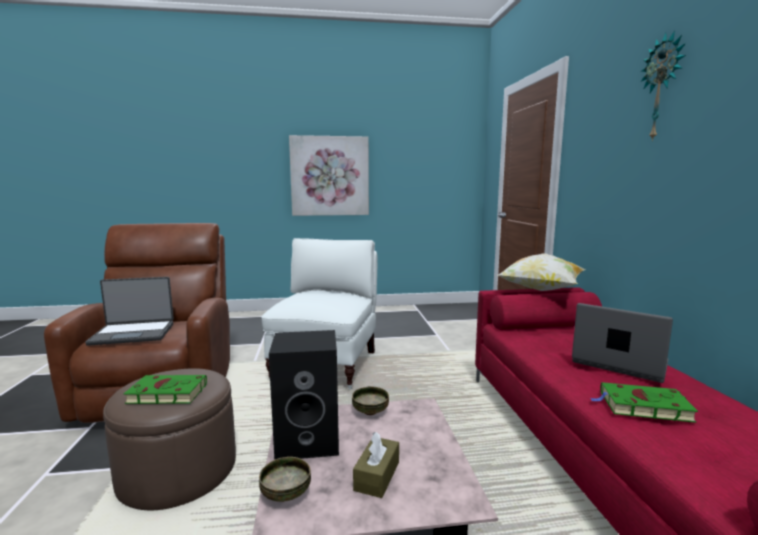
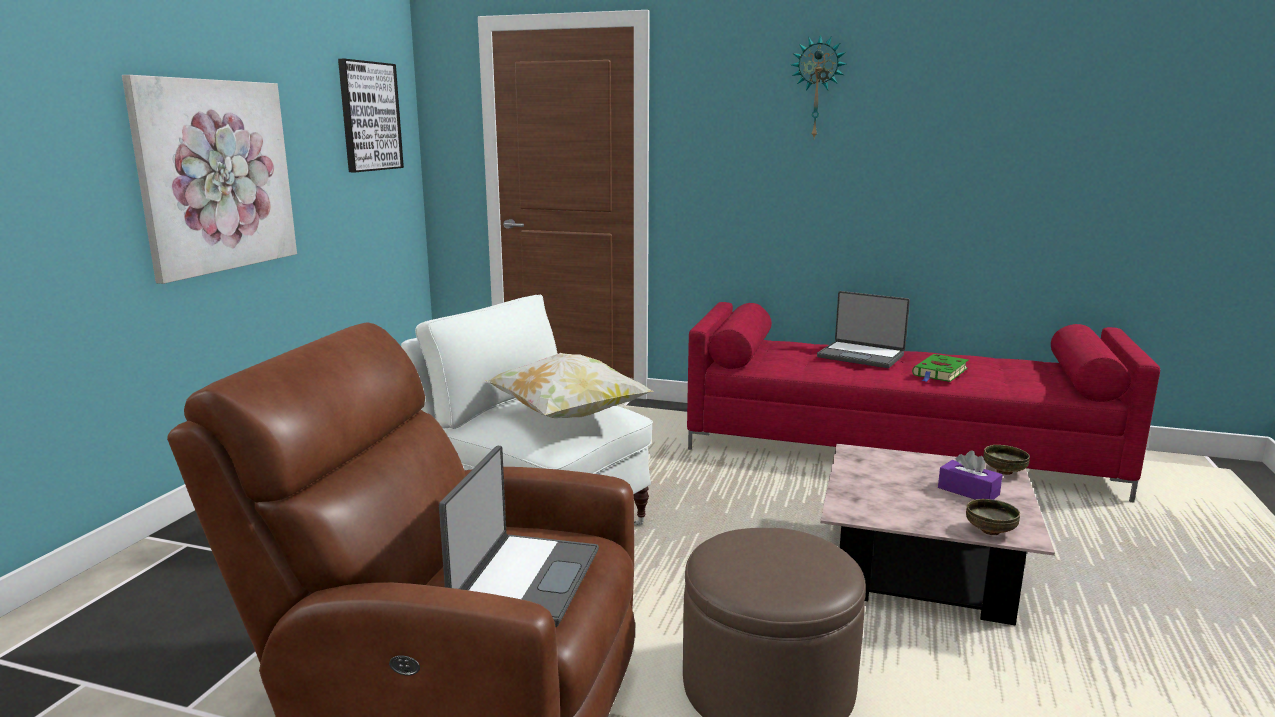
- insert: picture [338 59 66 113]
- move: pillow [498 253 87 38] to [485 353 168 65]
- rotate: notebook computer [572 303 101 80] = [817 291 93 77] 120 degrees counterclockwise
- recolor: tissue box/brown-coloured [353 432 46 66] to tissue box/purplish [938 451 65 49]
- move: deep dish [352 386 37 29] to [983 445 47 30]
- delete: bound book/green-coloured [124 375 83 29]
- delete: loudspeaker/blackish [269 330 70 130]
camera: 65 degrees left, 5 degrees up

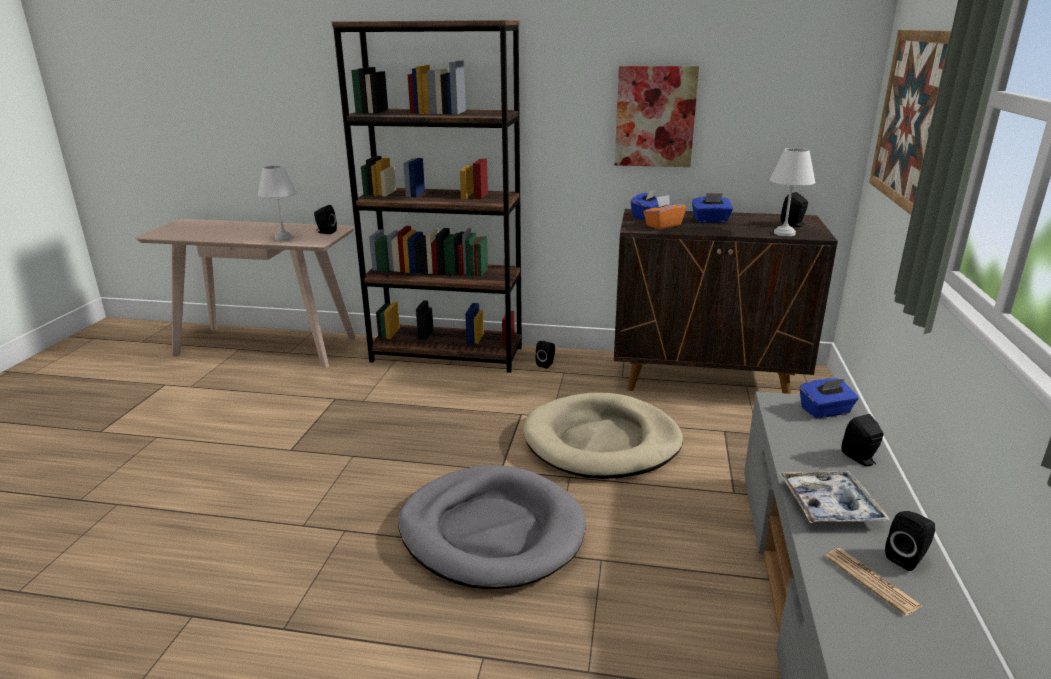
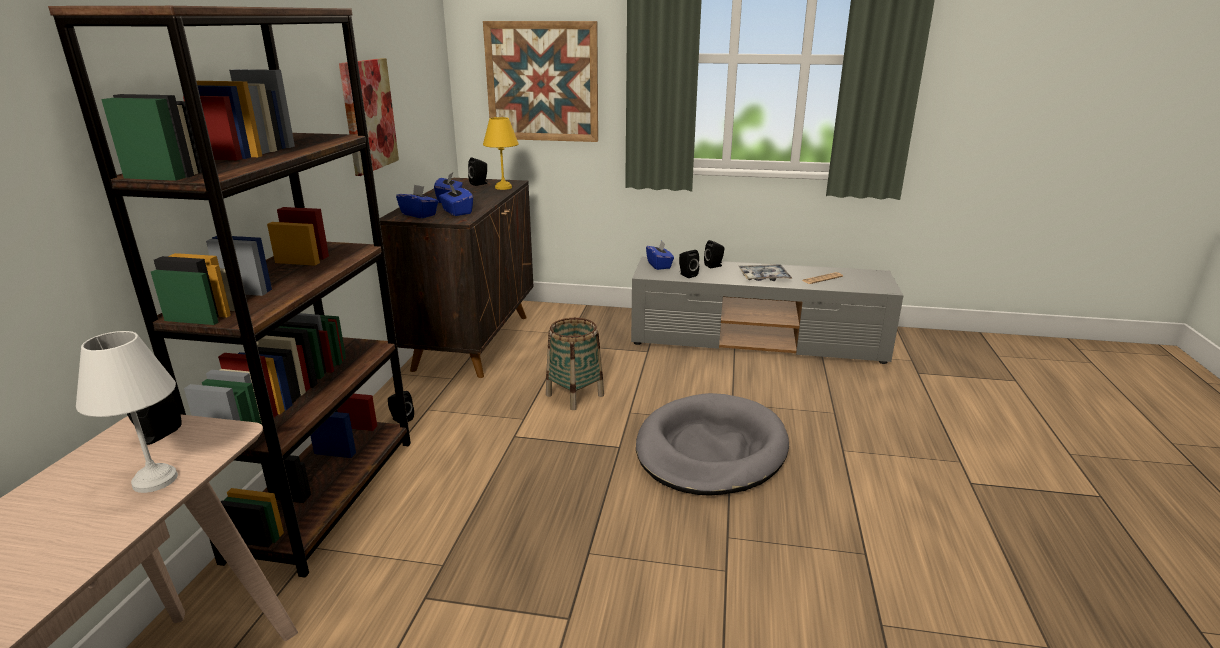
- recolor: tissue box/orange-coloured [643 195 43 34] to tissue box/bluish [439 184 34 32]
- recolor: table lamp/white [770 148 45 88] to table lamp/yellowish [483 117 36 73]
- replace: dog cushion/beige [523 393 160 86] to storage basket [546 318 58 92]
- move: loudspeaker/blackish [885 511 50 60] to [679 250 20 28]
camera: 90 degrees left, 0 degrees up

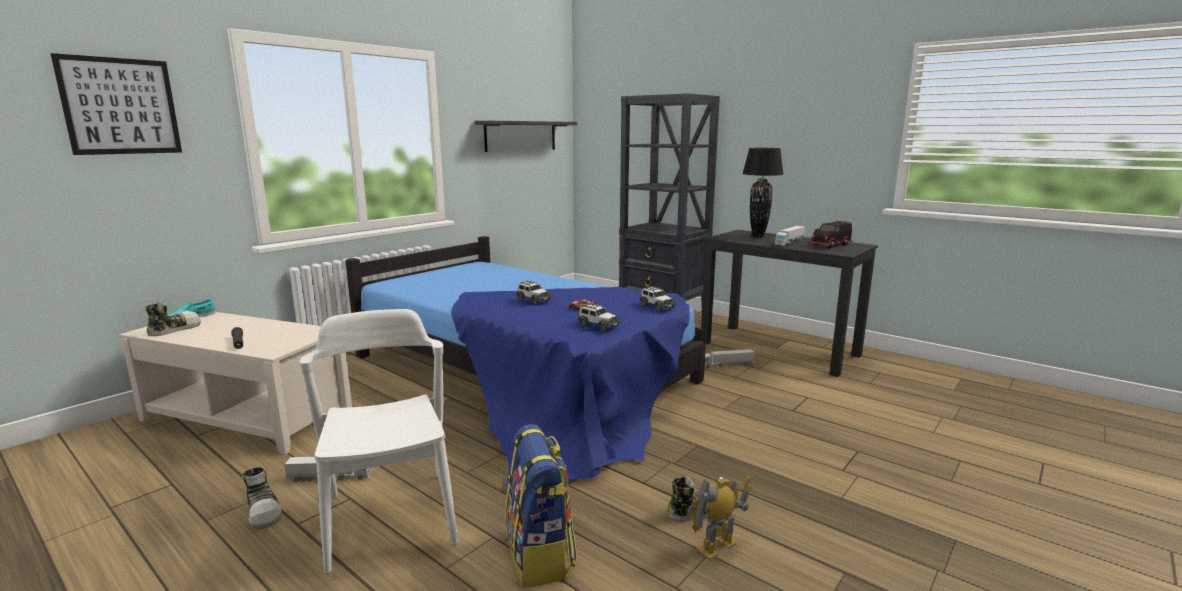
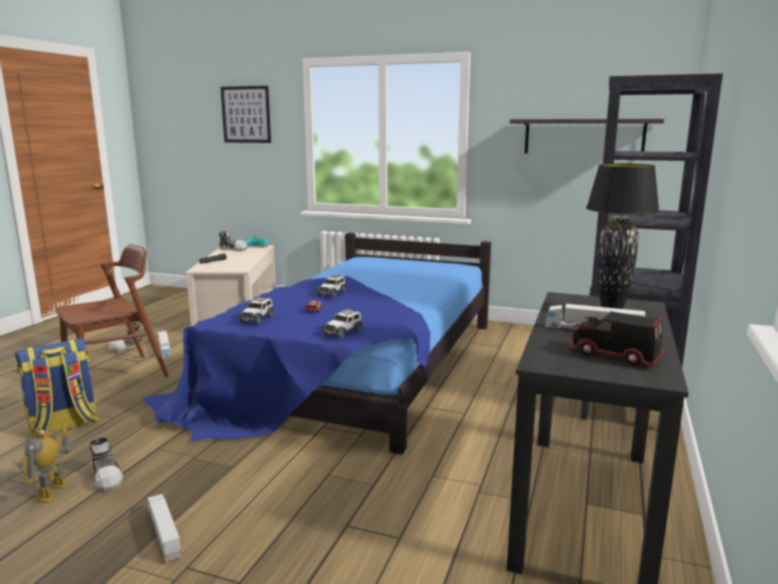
- rotate: toy robot [688 475 64 85] = [18 424 53 79] 120 degrees counterclockwise
- recolor: chair/white [300 309 158 265] to chair/brown-coloured [55 244 113 133]
- move: toy lorry [704 349 51 19] to [147 494 35 68]
camera: 70 degrees right, 0 degrees up

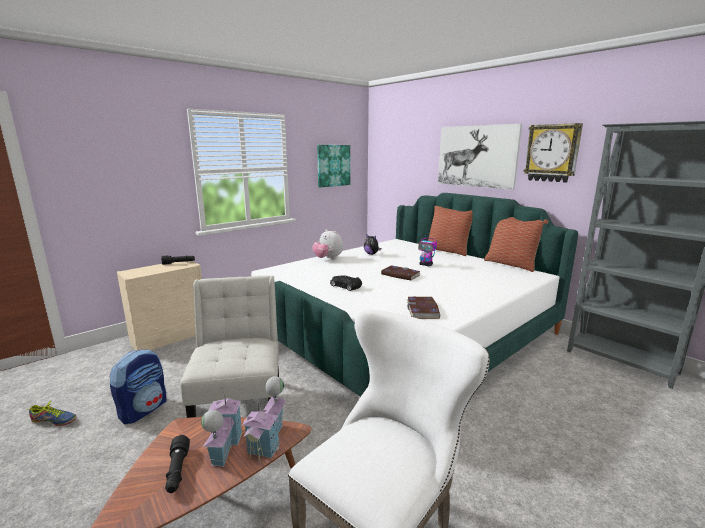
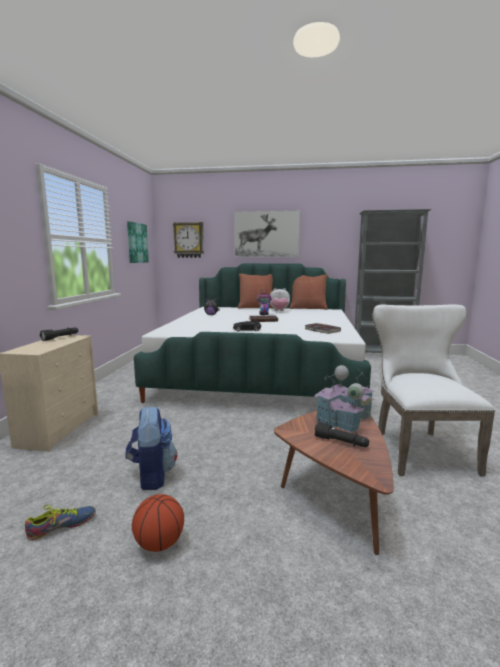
- insert: ball for basketball [132 494 52 58]
- move: hanging clock [523 123 60 60] to [173 222 31 36]
- move: cuddly toy [313 229 30 30] to [270 288 20 23]
- delete: chair/white [180 275 99 143]
camera: 40 degrees left, 5 degrees down

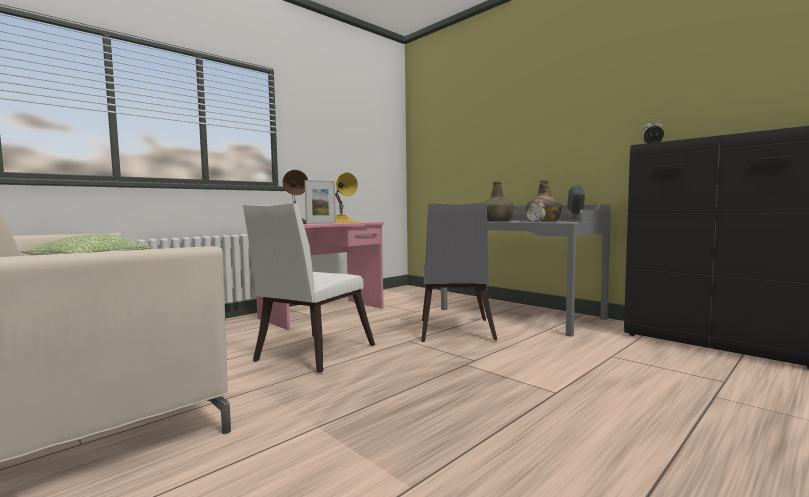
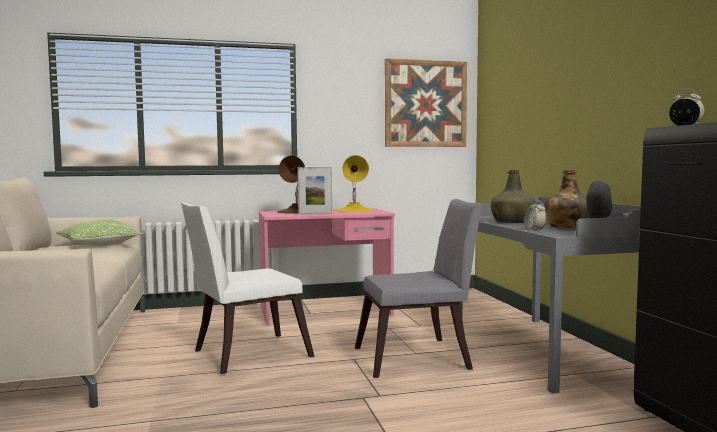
- rotate: chair/greyish [421 202 76 140] = [355 199 127 179] 135 degrees counterclockwise
- insert: picture [385 58 82 89]
camera: 30 degrees right, 0 degrees up

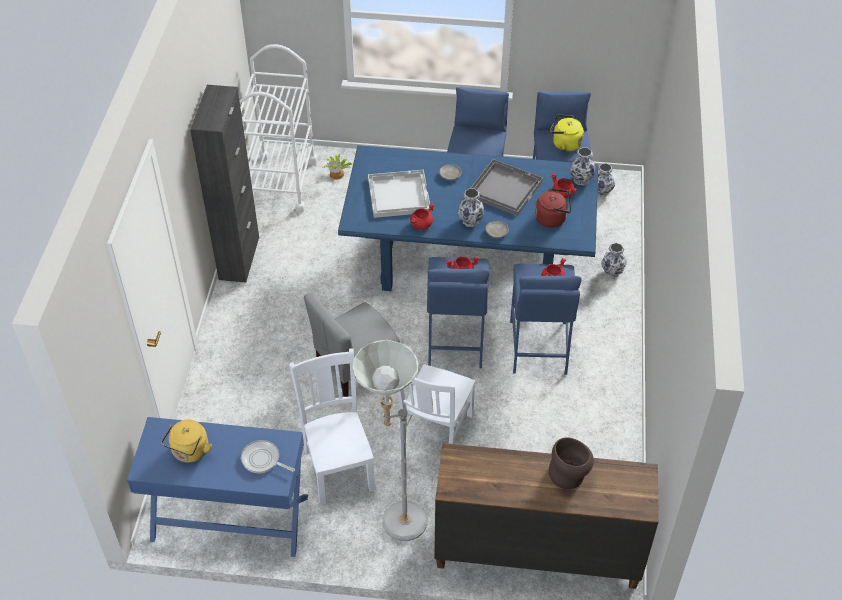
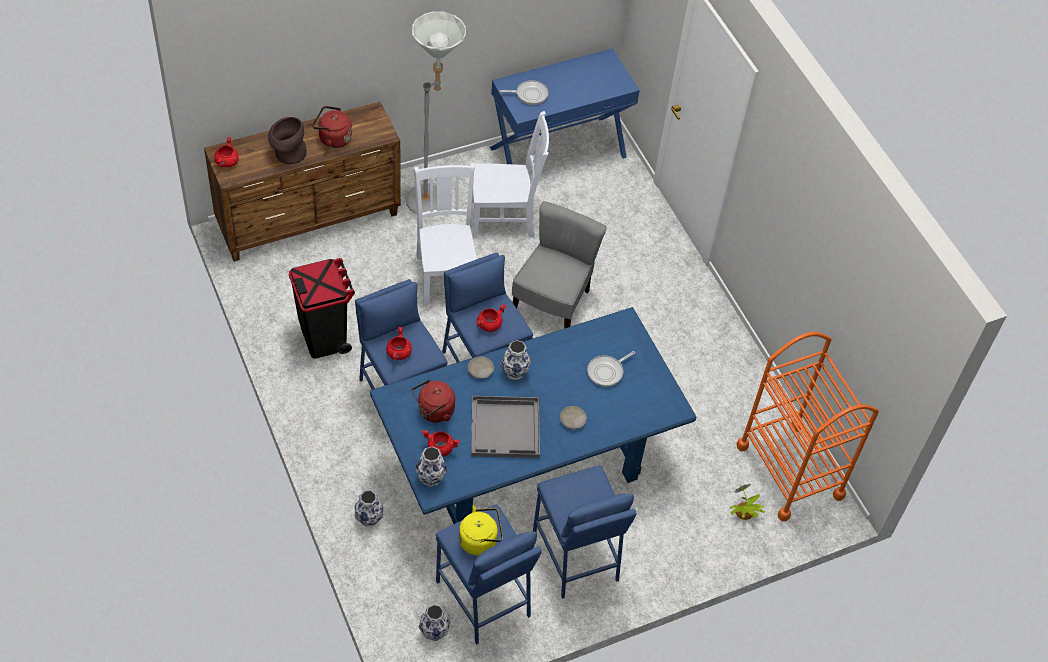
- move: stockpot/red-coloured [410 203 25 27] to [214 137 25 30]
- insert: waste bin/blackish [289 258 66 101]
- insert: kettle/red-coloured [312 106 40 42]
- rotate: chair/white [289 349 86 156] = [472 111 77 127] 45 degrees counterclockwise
- replace: tray/white [368 170 62 48] to frying pan [587 351 48 36]
- recolor: cart/white [239 44 79 169] to cart/orange-coloured [736 332 143 189]
- delete: kettle/yellowish [161 419 51 44]
- delete: storage cabinet/blackish [190 85 69 197]
camera: 145 degrees right, 5 degrees up

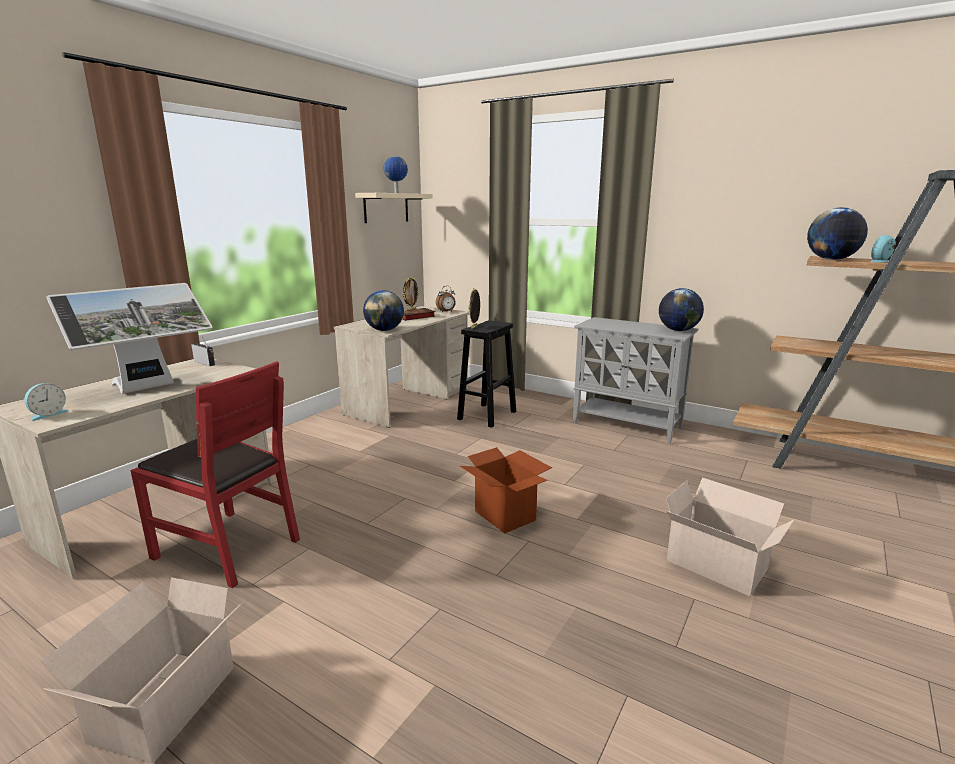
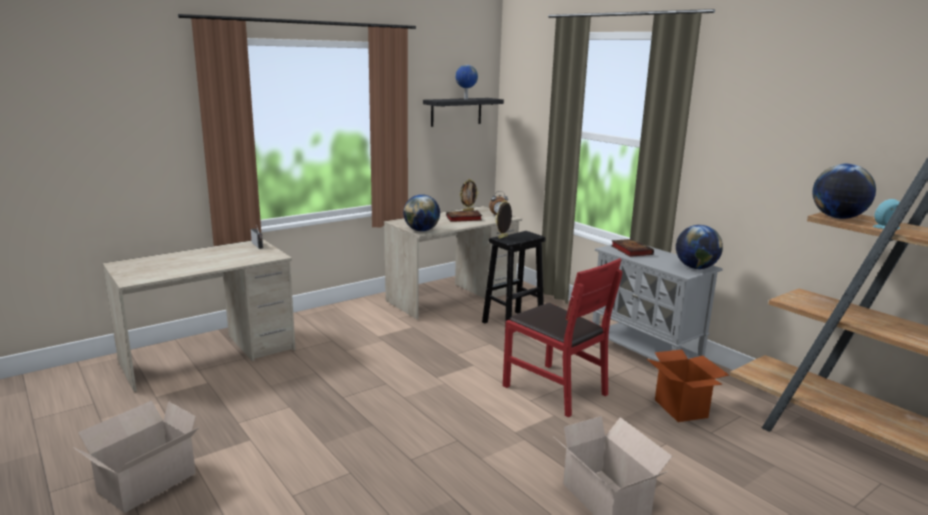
- recolor: wall shelf/beige [355 193 78 30] to wall shelf/blackish [423 98 81 29]
- move: chair/red-coloured [131 361 169 227] to [503 258 119 159]
- insert: bound book [611 239 43 18]
- move: carton [460 447 92 86] to [647 350 82 72]
- delete: alarm clock [24 383 45 38]
- delete: computer screen [46 283 167 111]
camera: 20 degrees right, 0 degrees up

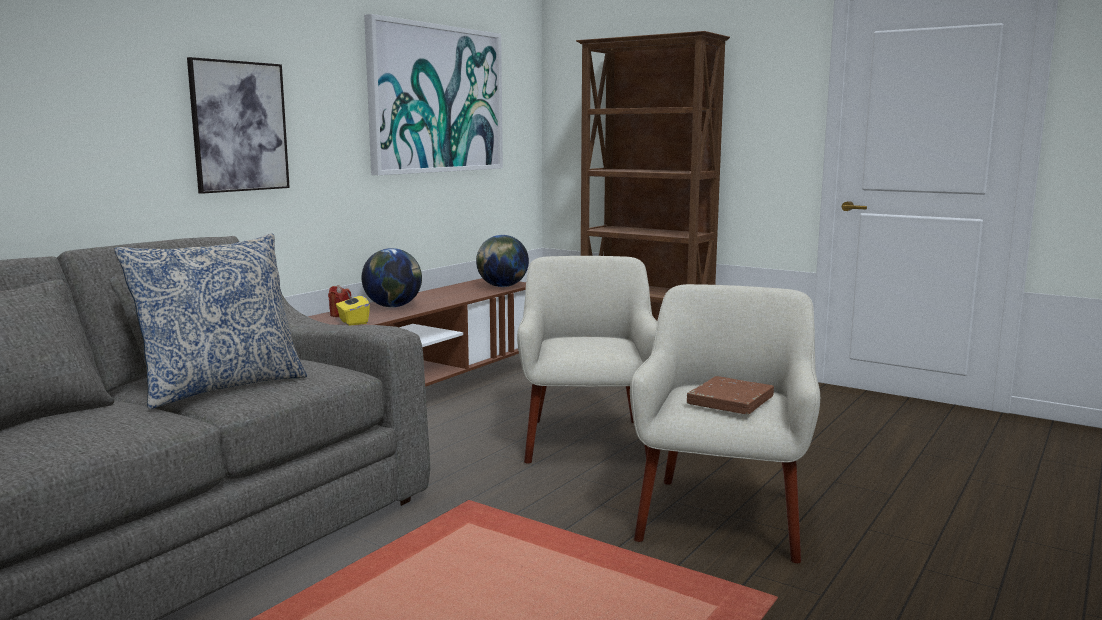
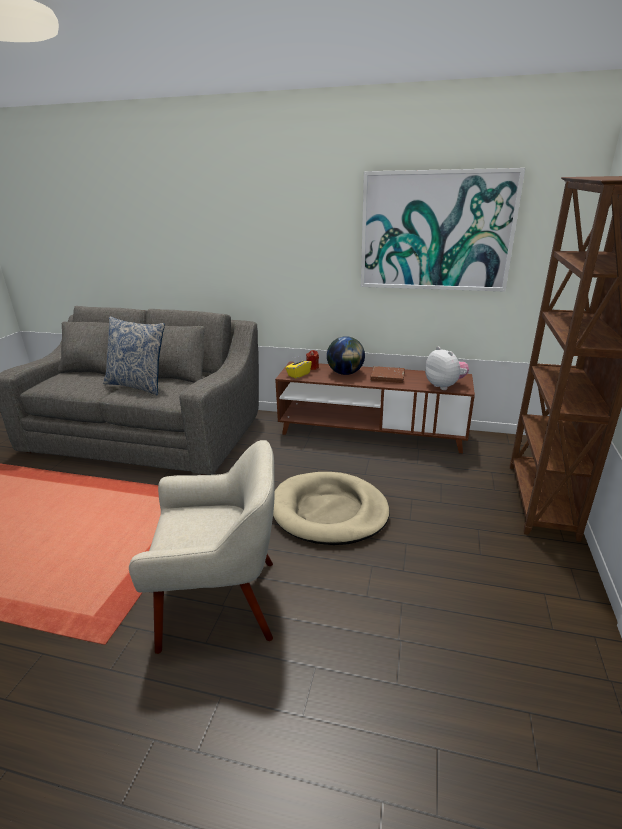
- replace: lounge chair/beige [517 256 140 207] to dog cushion/beige [273 472 117 73]
- move: bound book/brown-coloured [687 376 87 38] to [370 366 35 17]
- replace: world globe [476 235 53 52] to cuddly toy [425 346 44 44]
- delete: picture [187 57 103 137]
camera: 70 degrees right, 15 degrees up

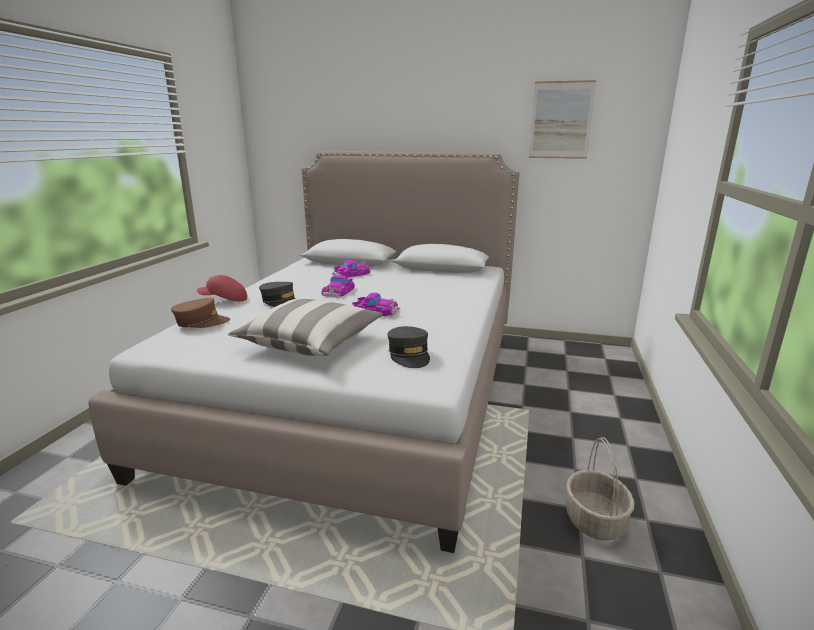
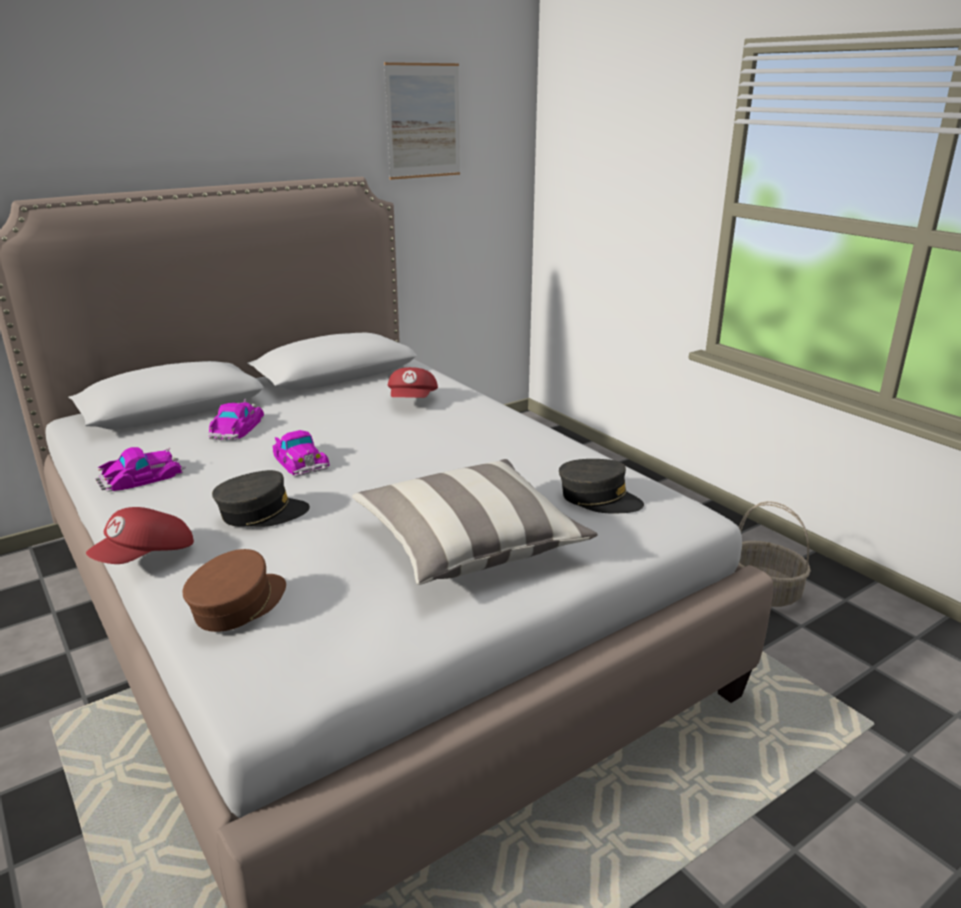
- move: toy car [352 293 48 23] to [96 447 90 44]
- insert: peaked cap/red-coloured [388 367 50 31]
camera: 50 degrees left, 5 degrees up

